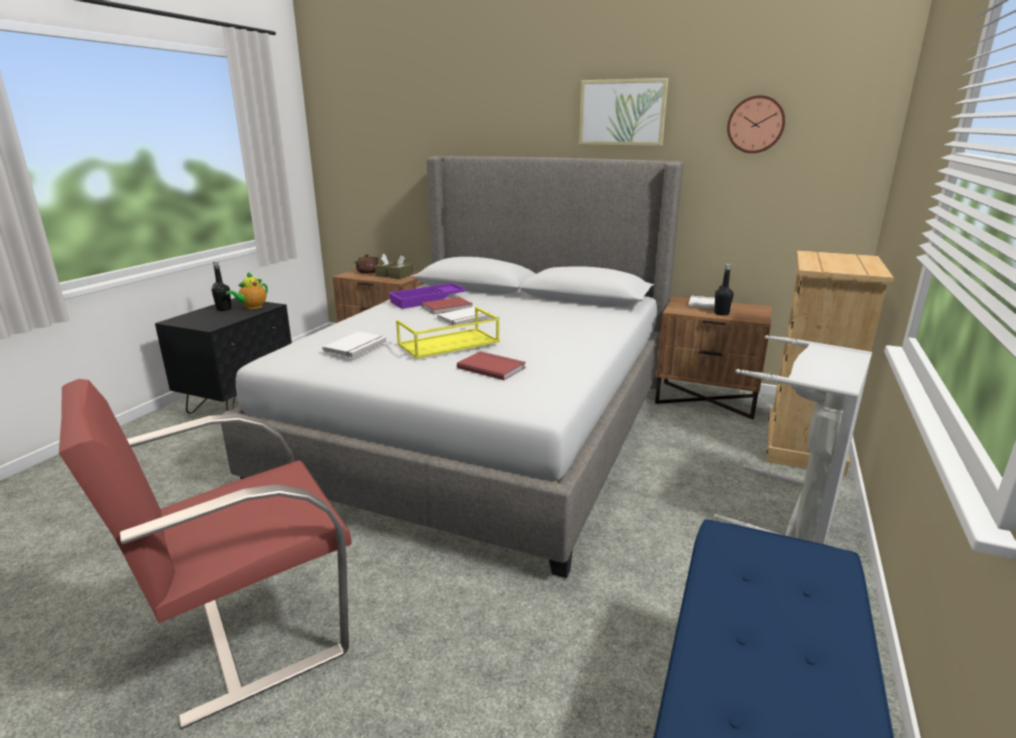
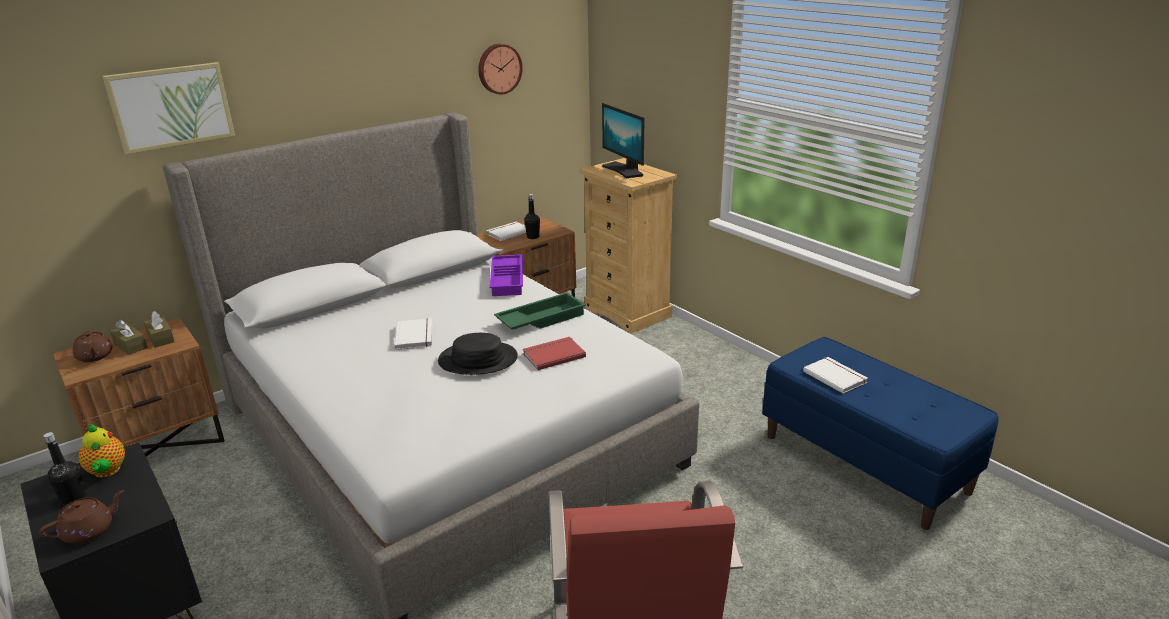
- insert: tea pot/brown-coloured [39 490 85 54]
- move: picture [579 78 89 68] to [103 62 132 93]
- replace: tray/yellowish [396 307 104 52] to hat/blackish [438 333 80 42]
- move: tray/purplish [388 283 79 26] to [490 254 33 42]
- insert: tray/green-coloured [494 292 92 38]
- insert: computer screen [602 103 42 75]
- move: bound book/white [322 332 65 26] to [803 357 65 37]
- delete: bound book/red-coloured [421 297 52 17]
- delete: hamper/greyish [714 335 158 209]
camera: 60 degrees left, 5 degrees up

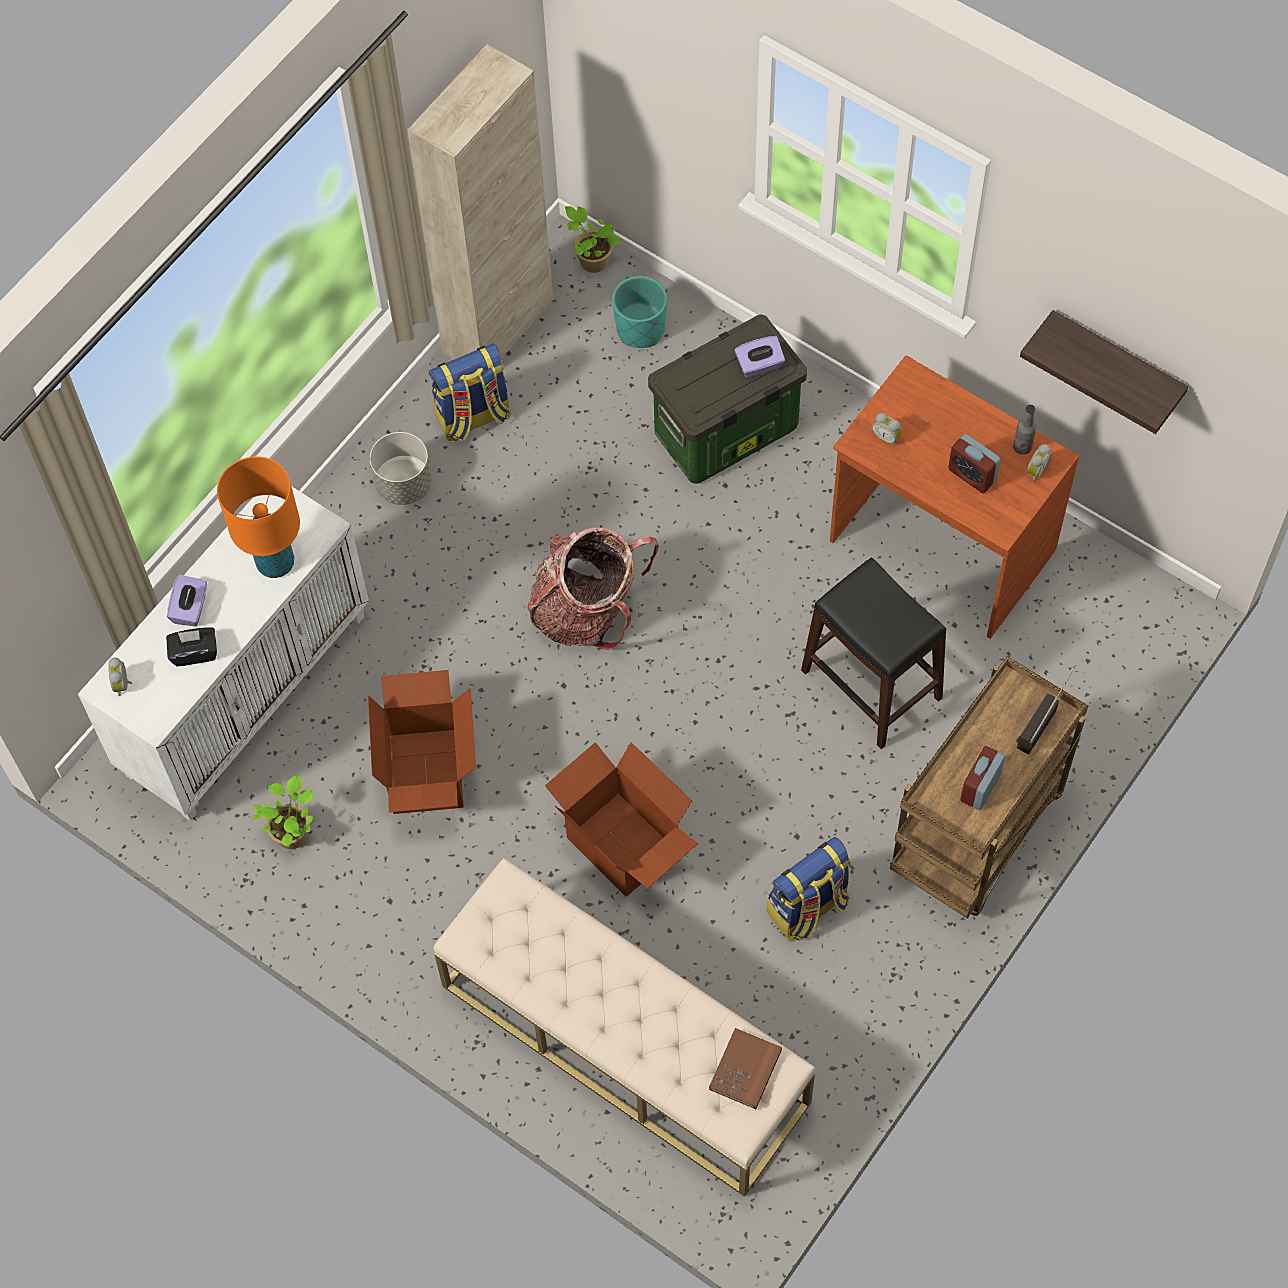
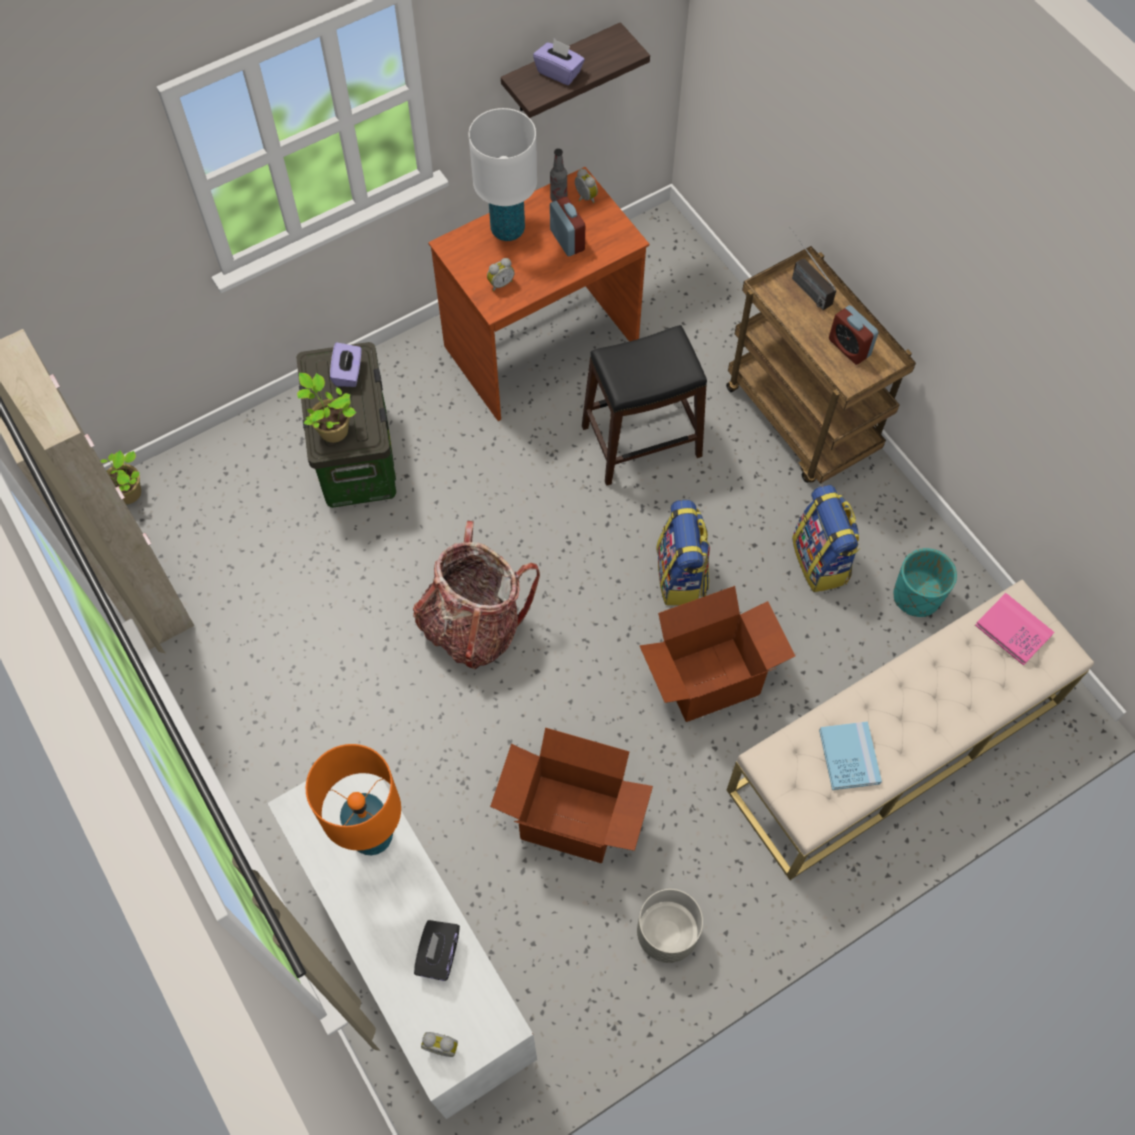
- move: plant in a pot [253 774 60 75] to [297 373 59 70]
- insert: table lamp/white [469 108 68 133]
- move: tissue box/purplish [167 574 40 53] to [533 39 52 46]
- rotate: alarm clock [948 434 53 59] = [550 197 35 60] 90 degrees counterclockwise
- move: flower pot/greyish [370 432 62 73] to [637 889 66 74]
- move: backpack [429 343 82 98] to [656 500 54 106]
- insert: bound book/bluish [819 721 63 69]
- move: flower pot/blue-green [612 276 55 72] to [894 548 63 69]
- recolor: bound book/brown-coloured [709 1028 73 81] to bound book/pink [975 593 79 72]
camera: 70 degrees left, 0 degrees up

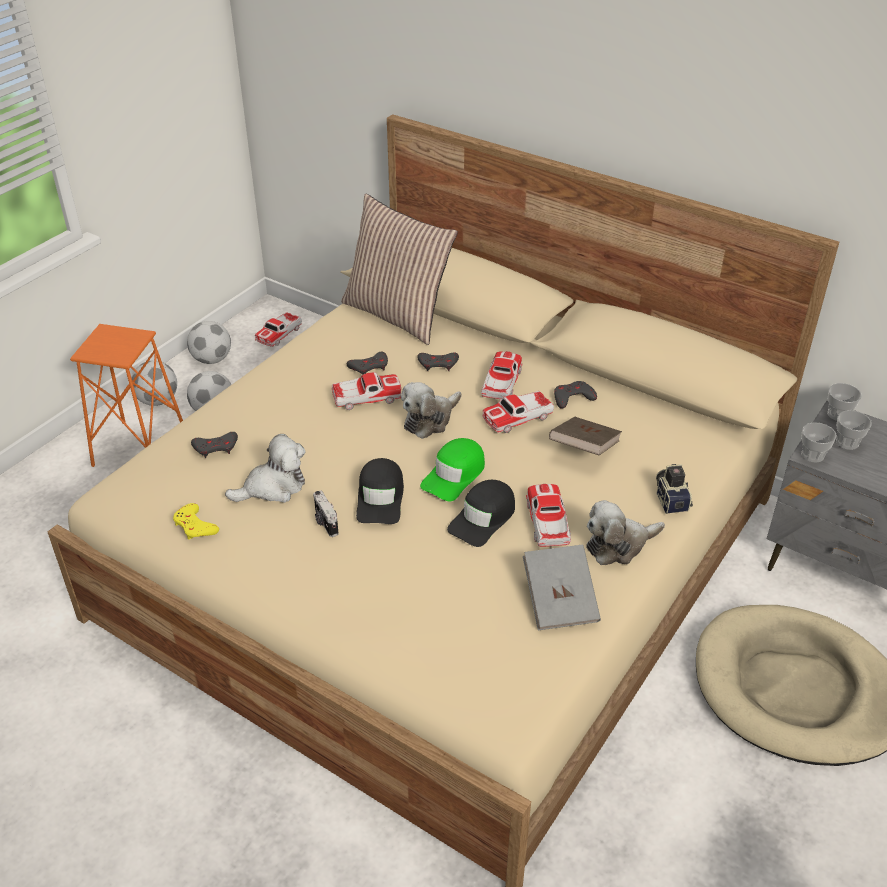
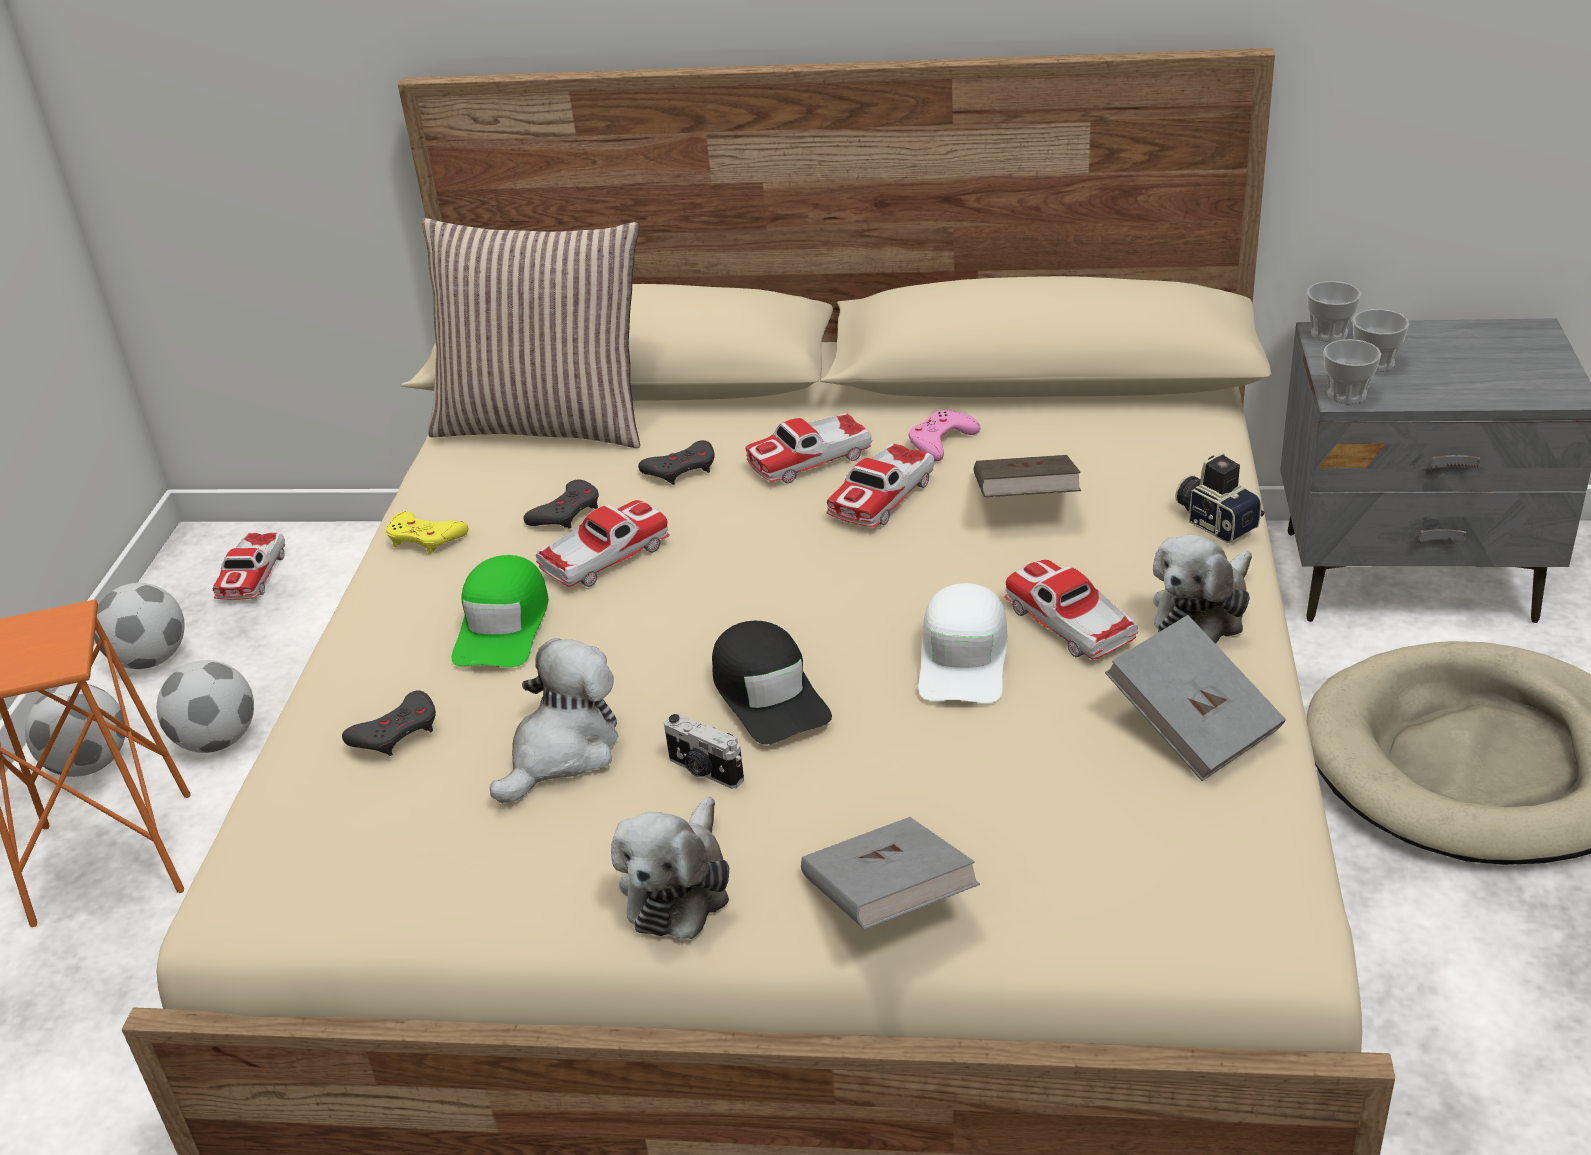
- move: joypad/yellowish [173 503 46 37] to [386 511 82 43]
- move: peaked cap/green-coloured [420 438 65 64] to [452 555 97 112]
- move: cuddly toy [401 382 61 57] to [611 796 118 143]
- rotate: toy car [481 351 42 48] = [745 413 127 71] 105 degrees counterclockwise
- insert: bound book/greyish [801 817 179 113]
- recolor: joypad/greyish [554 381 43 27] to joypad/pink [908 410 73 51]
- recolor: peaked cap/blackish [447 480 68 67] to peaked cap/white [918 583 90 120]
camera: 25 degrees left, 5 degrees down

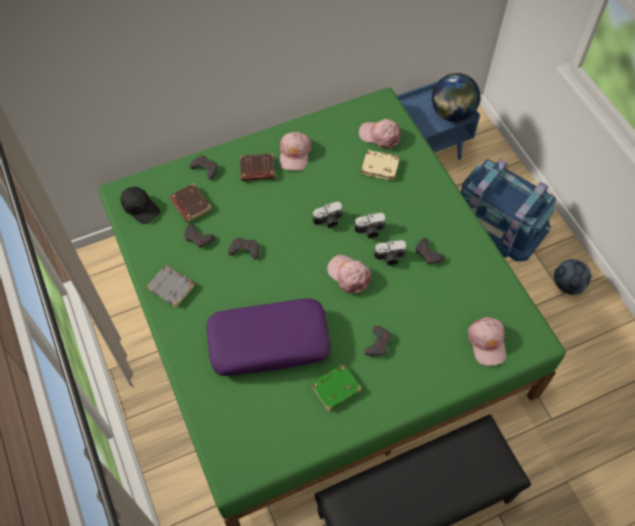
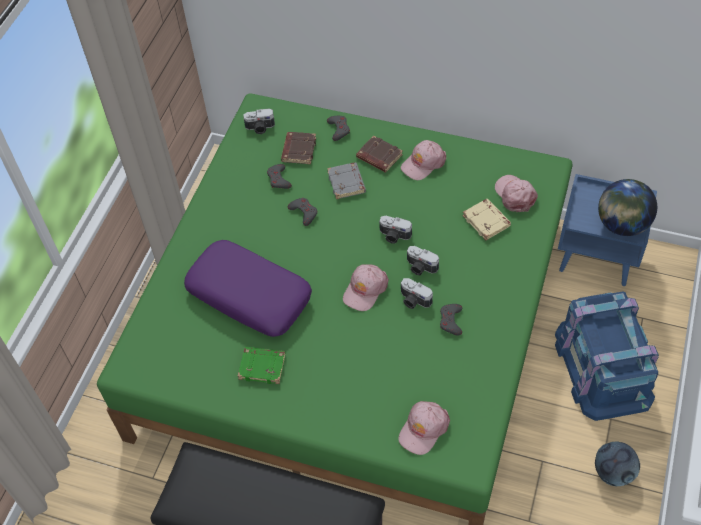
- replace: peaked cap/blackish [120 187 40 37] to still camera [243 108 32 26]
- move: bound book/greyish [147 265 48 43] to [327 162 39 37]
- rotate: peaked cap/pink [327 255 44 39] = [343 264 46 47] 150 degrees counterclockwise
- delete: joypad/greyish [364 326 27 30]
camera: 45 degrees right, 5 degrees down

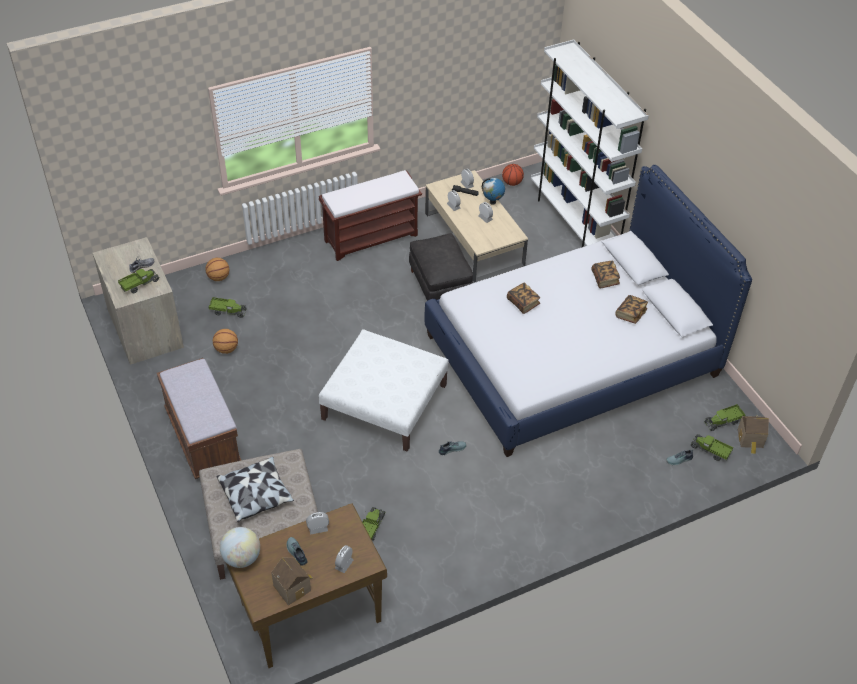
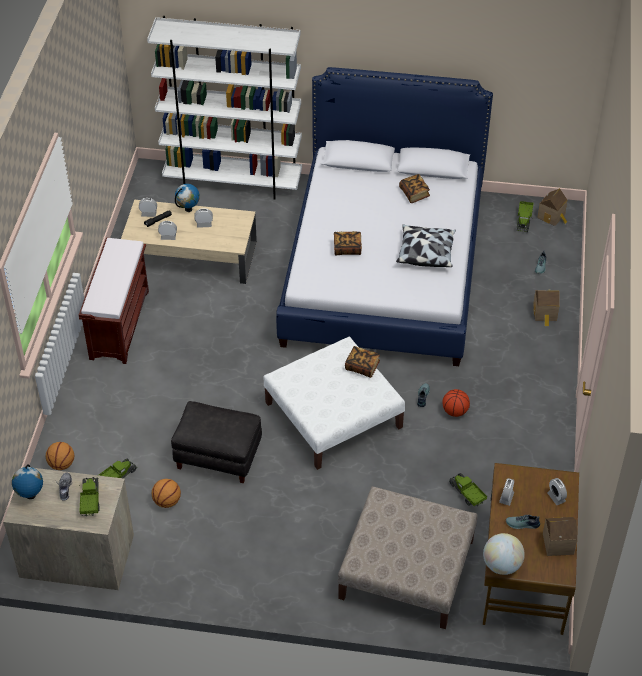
- insert: world globe [12 464 31 35]
- move: ottoman/blackish [409 233 64 68] to [171 401 91 82]
- move: bound book [592 261 28 27] to [345 346 35 32]
- move: pillow [216 457 78 65] to [396 224 60 43]
- move: ball for basketball [502 164 22 22] to [443 389 27 28]
- insert: toy house [533 289 27 37]
- delete: indoor bench/brown-coloured [157 358 84 121]
- delete: toy lorry [691 434 42 27]
camera: 55 degrees left, 0 degrees up

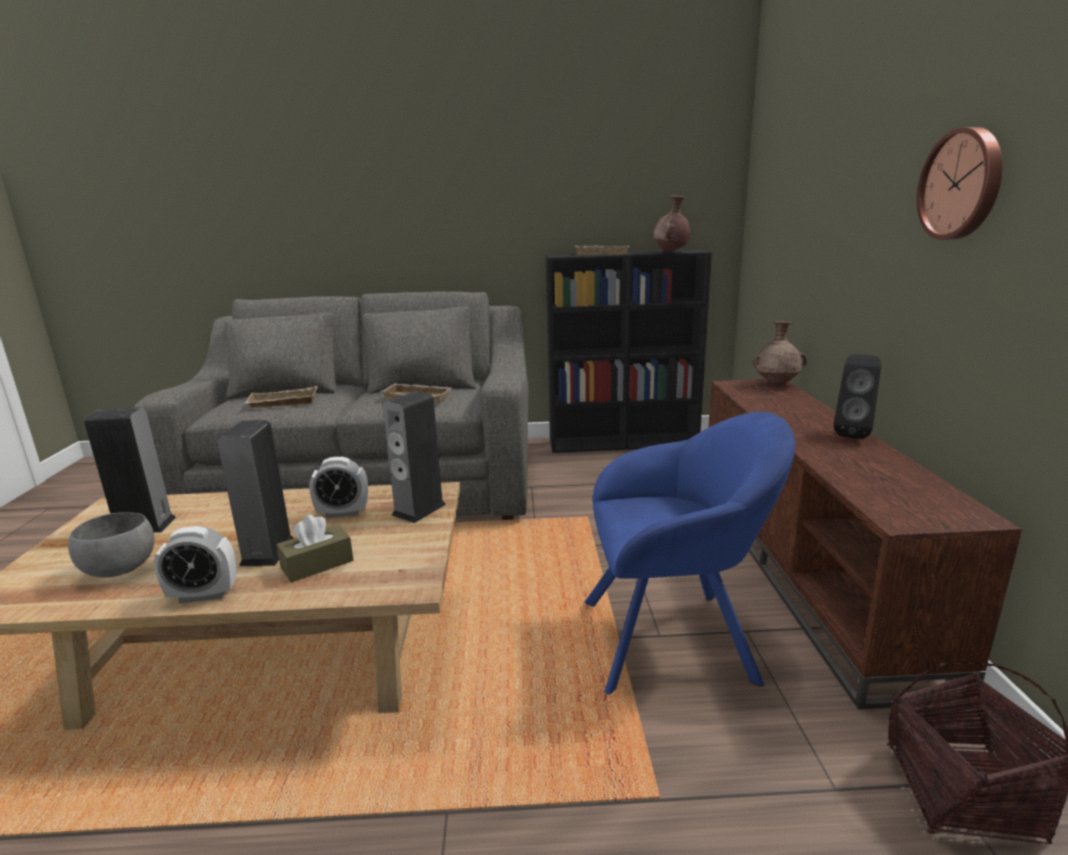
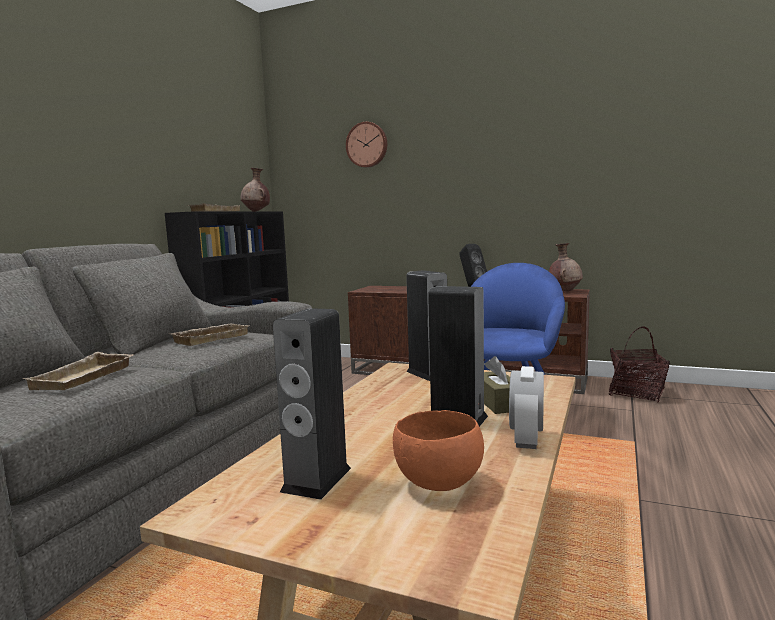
- move: hanging clock [917 127 86 113] to [346 122 41 46]
- recolor: deep dish/greyish [68 512 87 65] to deep dish/orange-coloured [393 410 91 81]
- move: decorative vase/brown-coloured [752 321 55 65] to [549 243 34 48]
- delete: alarm clock [309 457 59 61]
camera: 65 degrees left, 10 degrees down

